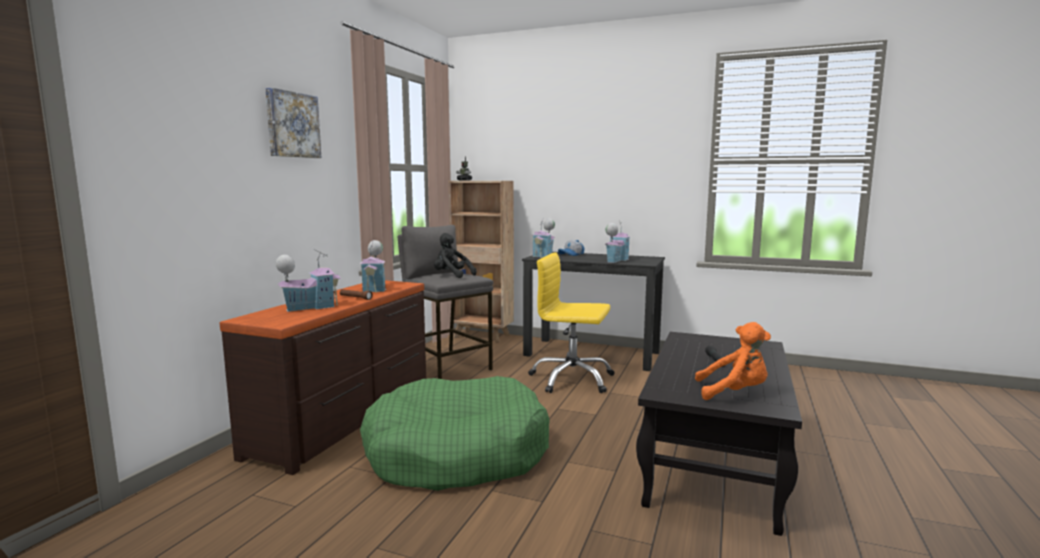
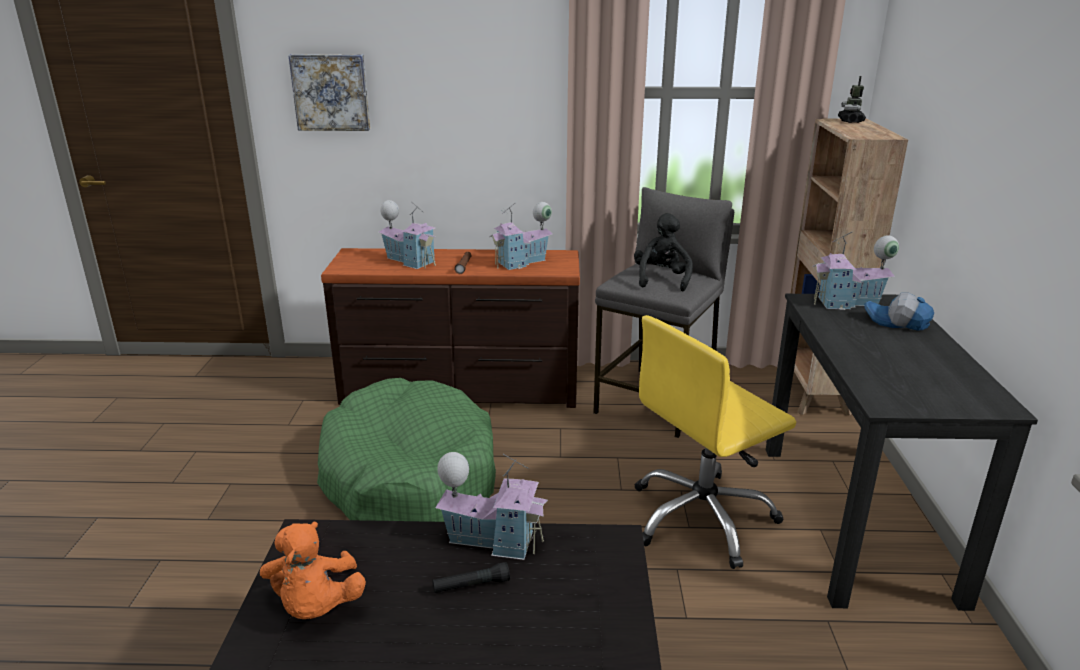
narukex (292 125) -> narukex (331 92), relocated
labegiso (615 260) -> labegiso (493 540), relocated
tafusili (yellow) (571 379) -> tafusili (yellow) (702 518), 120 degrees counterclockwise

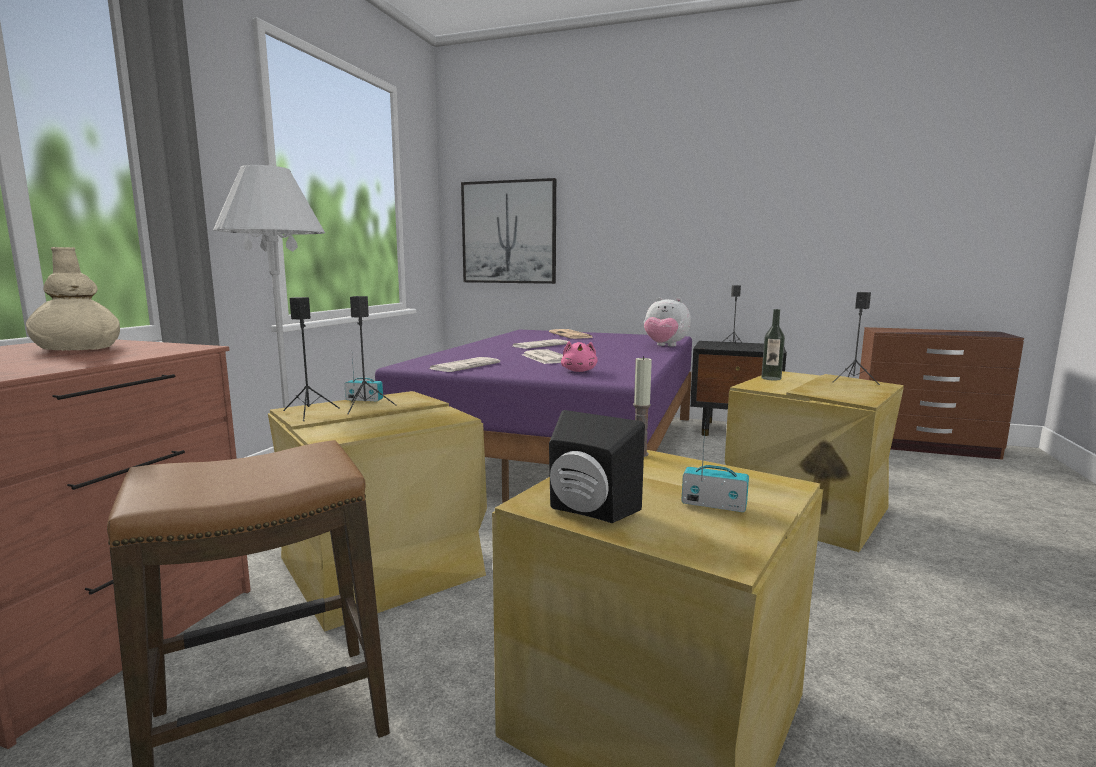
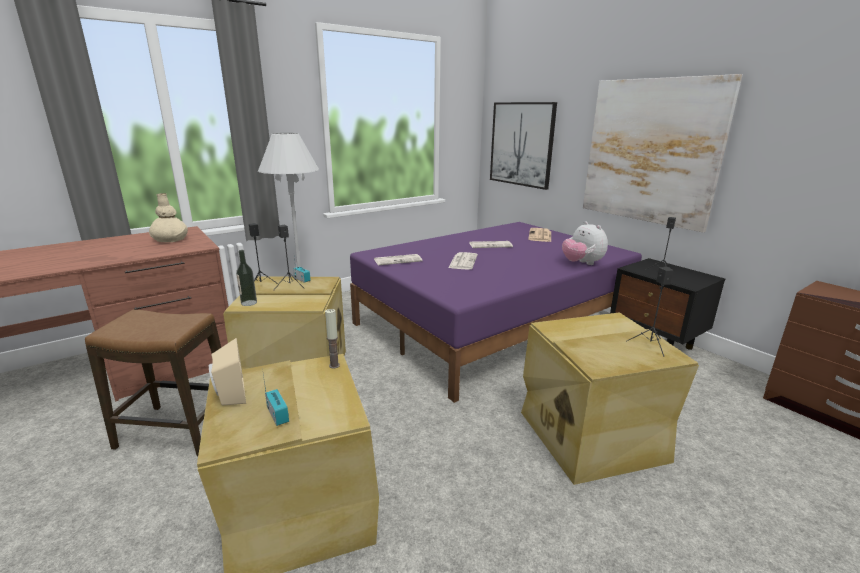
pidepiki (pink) (579 371) -> none
none -> narukex (651 152)
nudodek (771 378) -> nudodek (249 303), relocated
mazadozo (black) (587 511) -> mazadozo (beige) (229 394)

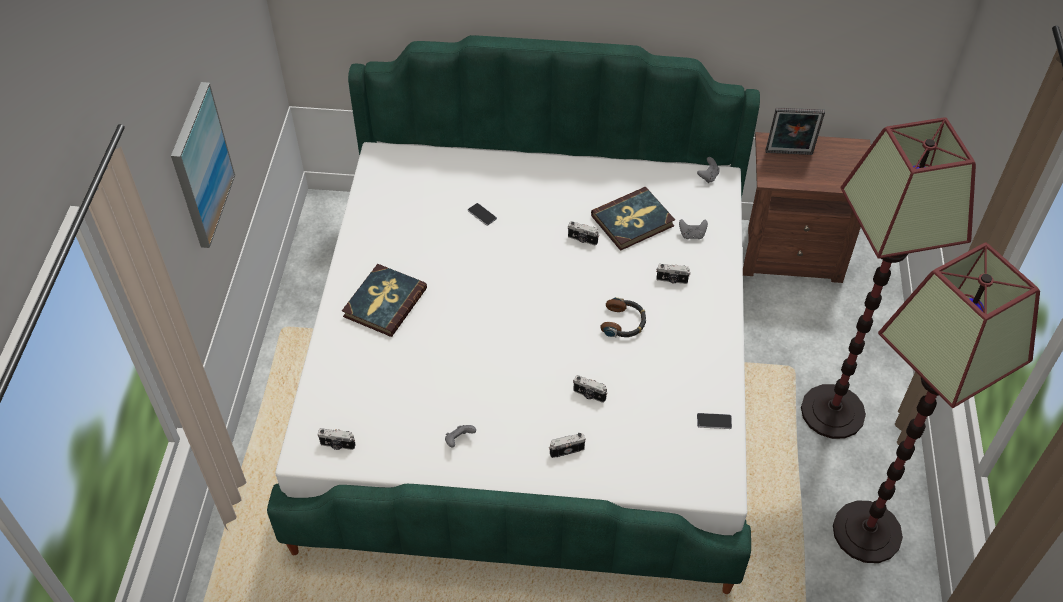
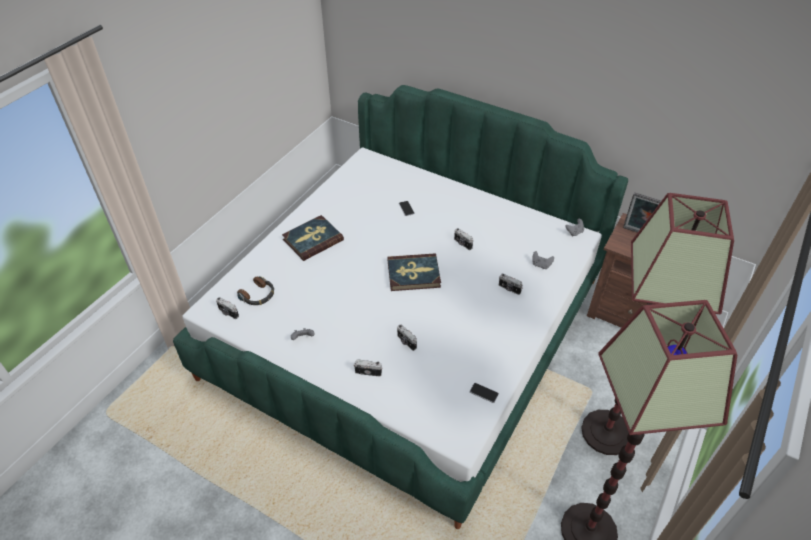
narukex (200 166) -> none
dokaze (632 221) -> dokaze (413 274), relocated
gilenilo (624 323) -> gilenilo (258 295), relocated

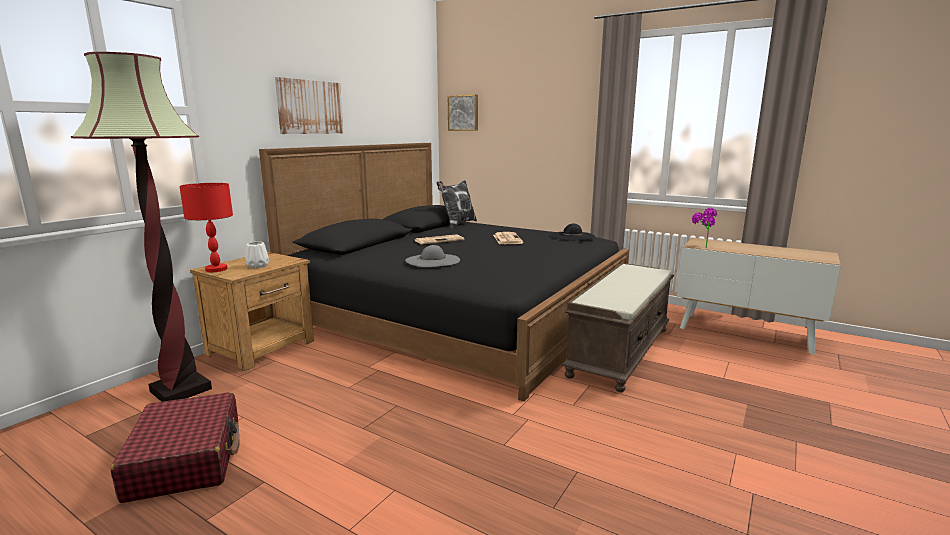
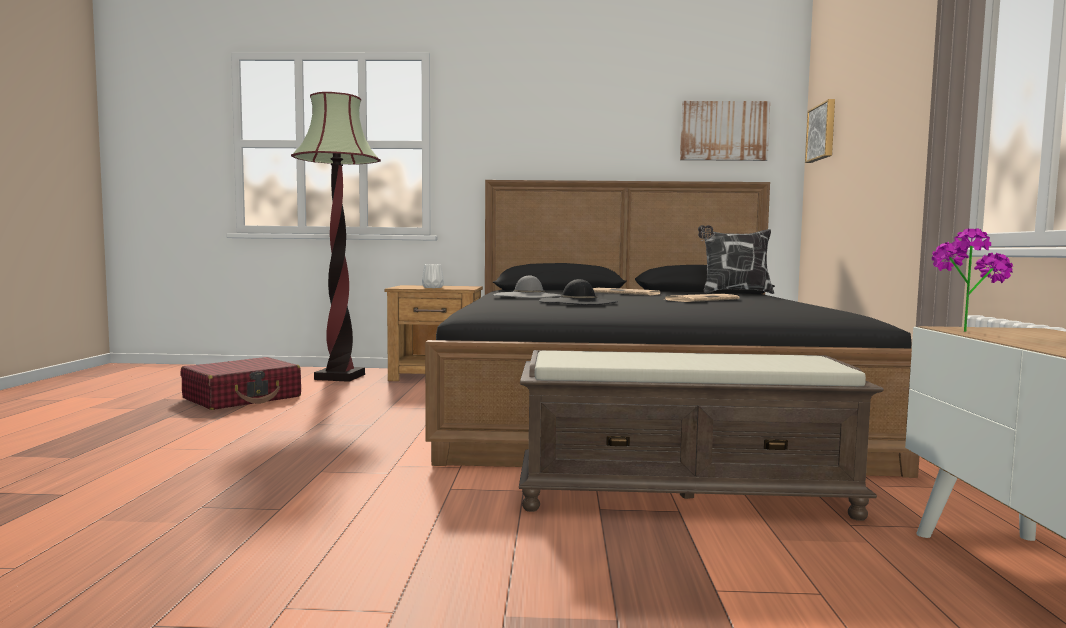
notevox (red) (216 269) -> none
narukex (310 107) -> narukex (724 131), relocated
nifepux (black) (572 236) -> nifepux (black) (578 302), relocated

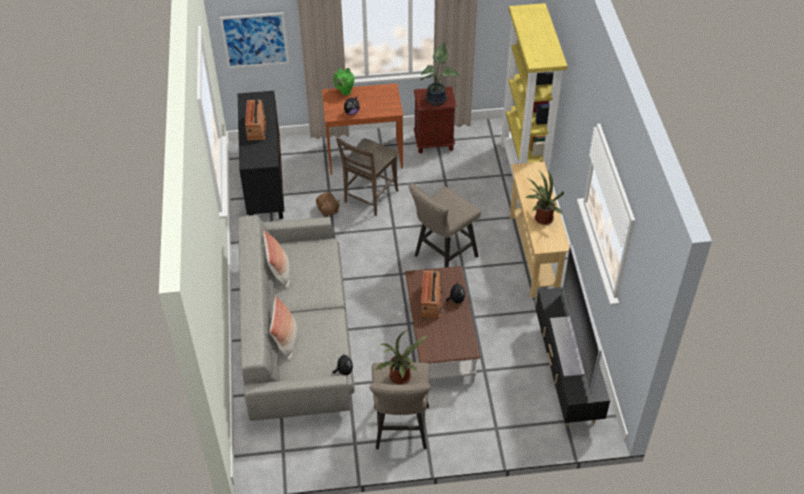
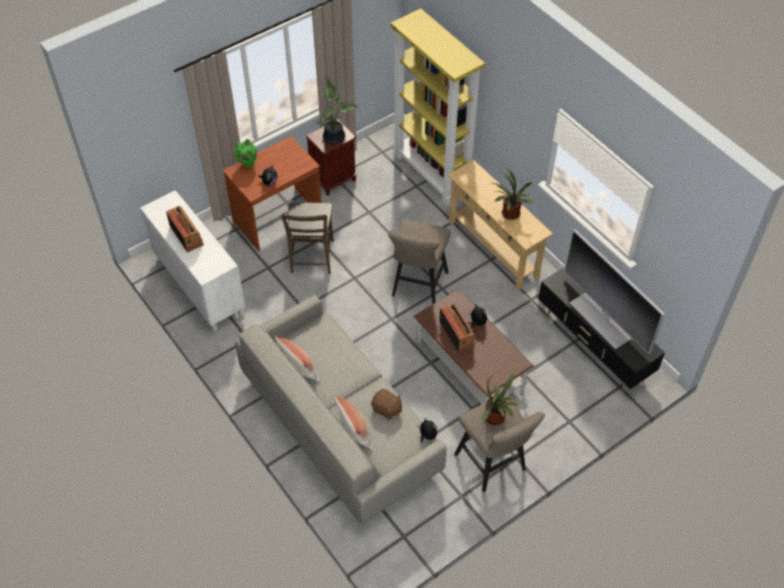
narukex (255 40) -> none
pidepiki (brown) (328 210) -> pidepiki (brown) (386 409), relocated
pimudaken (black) (264 182) -> pimudaken (white) (198 286)

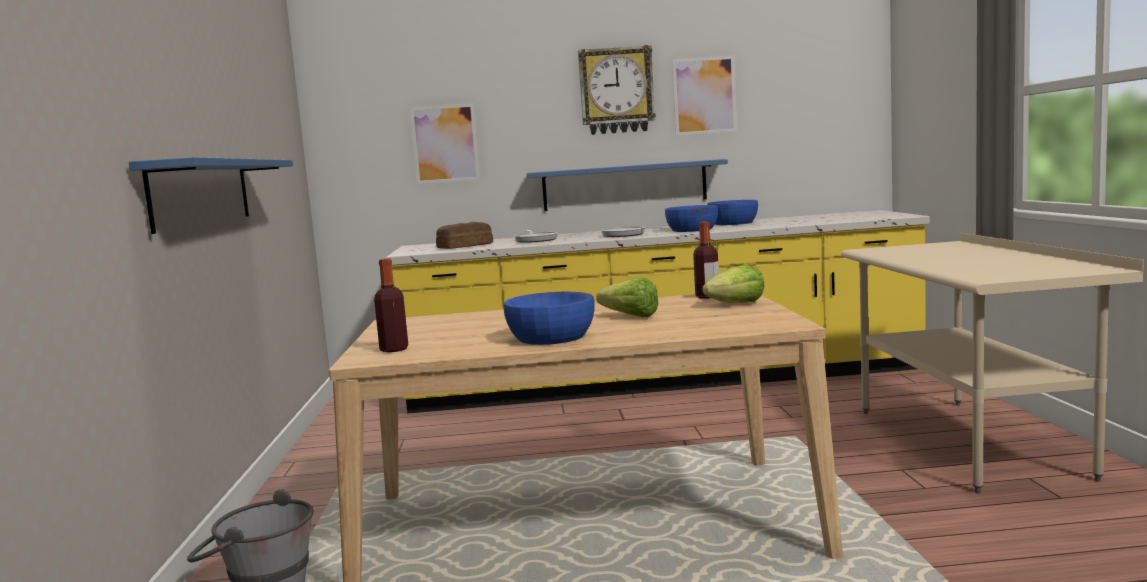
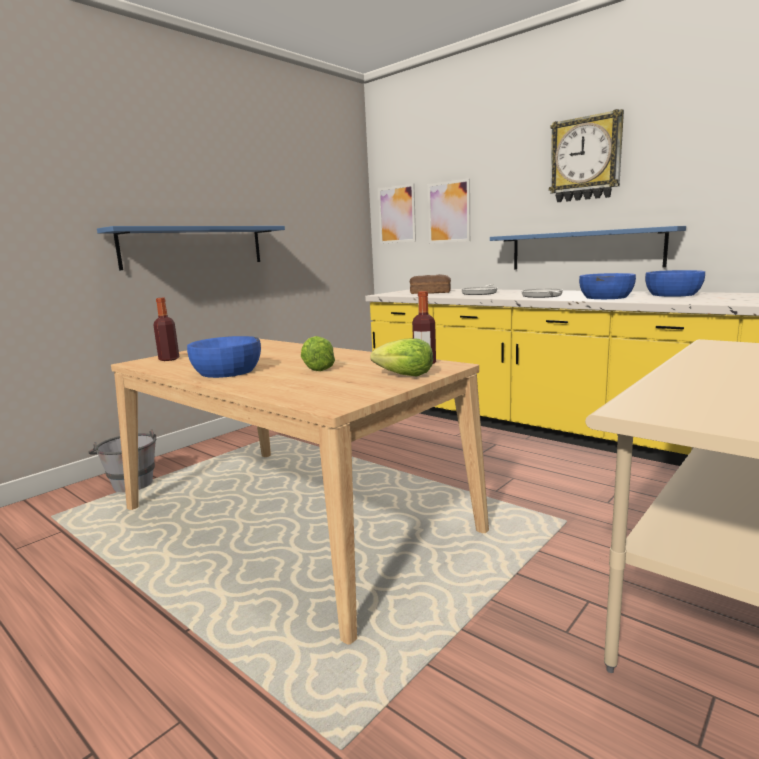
narukex (704 96) -> narukex (397 214), relocated

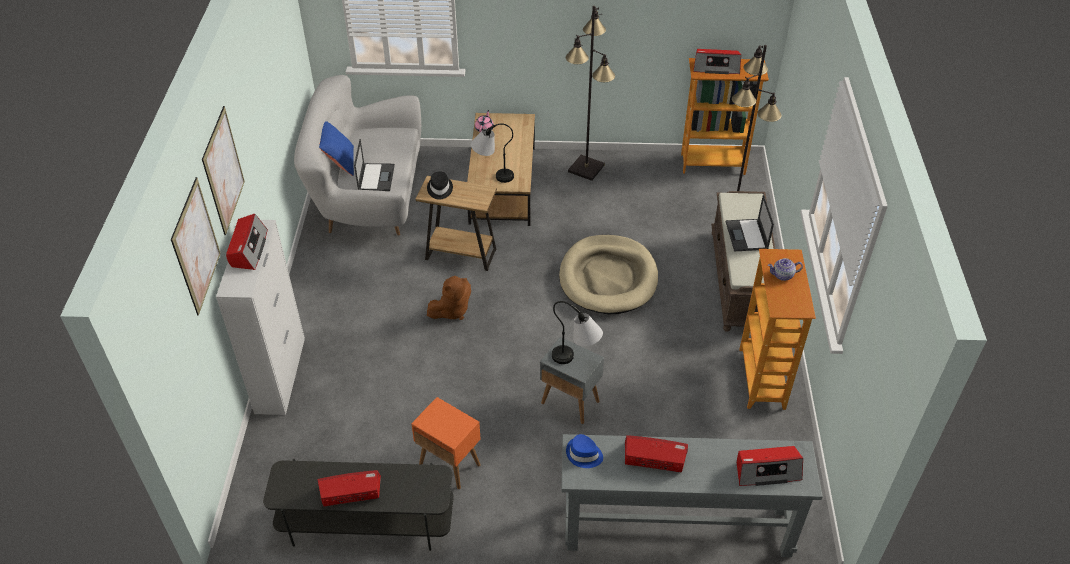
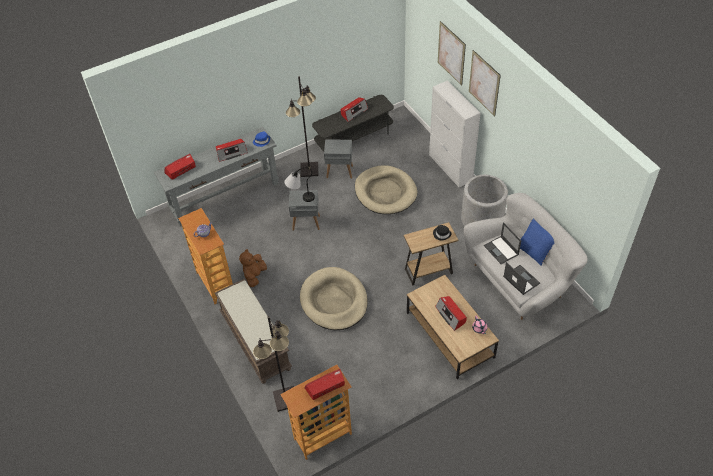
notevox (492 175) -> none
none -> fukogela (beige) (385 192)
none -> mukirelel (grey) (482 219)
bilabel (248 249) -> bilabel (451 315), relocated
pidepiki (brown) (451 311) -> pidepiki (brown) (254 275), relocated
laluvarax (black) (586 168) -> laluvarax (black) (309 170), relocated
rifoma (747 236) -> rifoma (521 279), relocated
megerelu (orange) (450 465) -> megerelu (grey) (339 172)

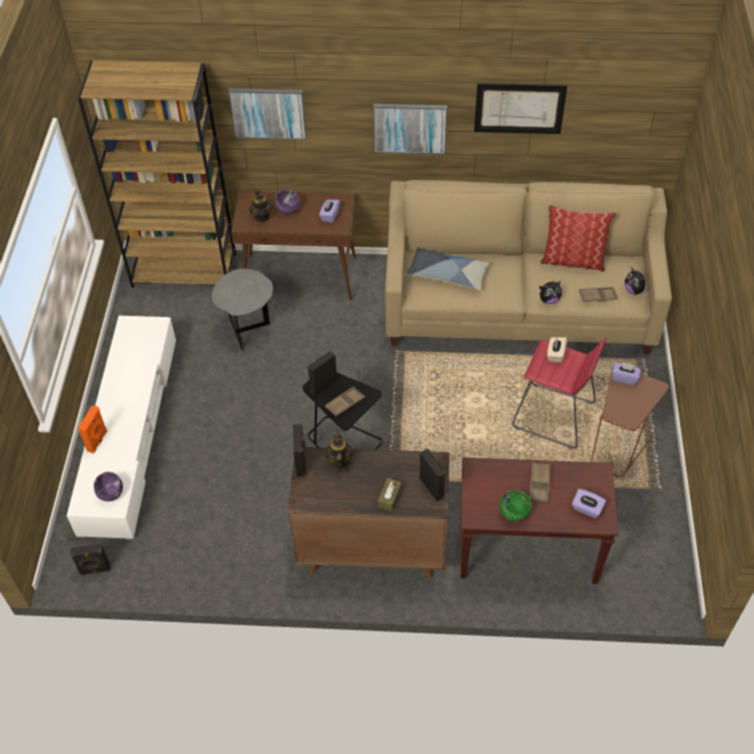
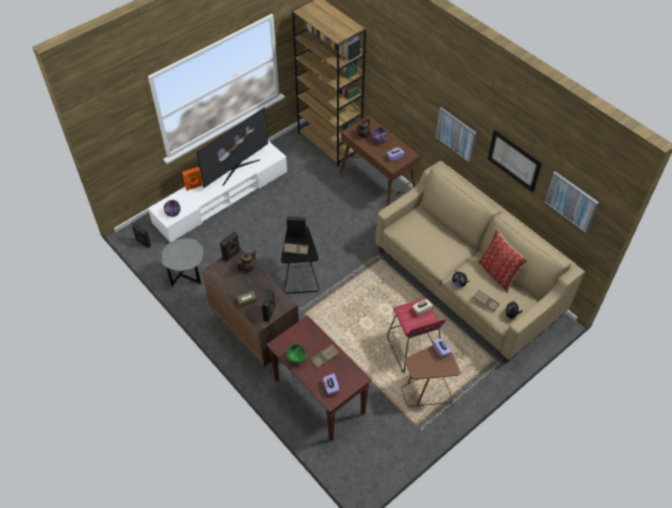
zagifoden (447 274) -> none
none -> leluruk (236 168)
megerelu (grey) (248 329) -> megerelu (grey) (188 278), relocated
narukex (268 113) -> narukex (571 201), relocated

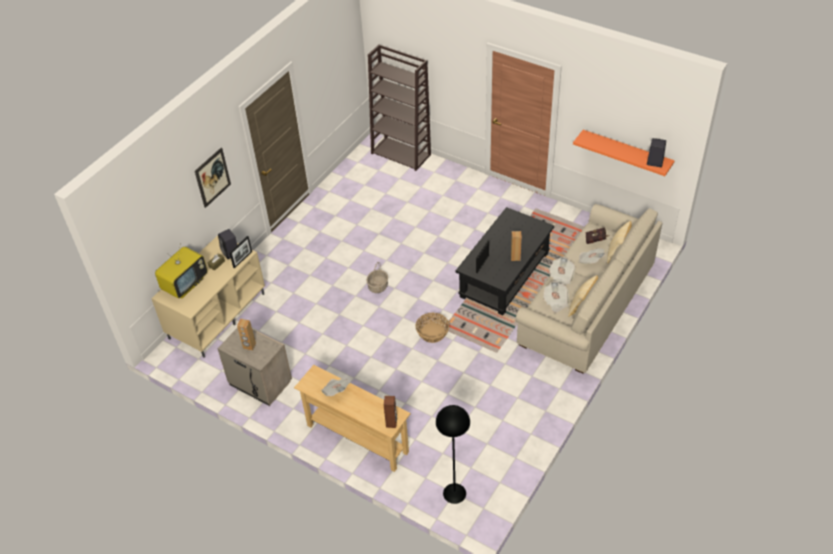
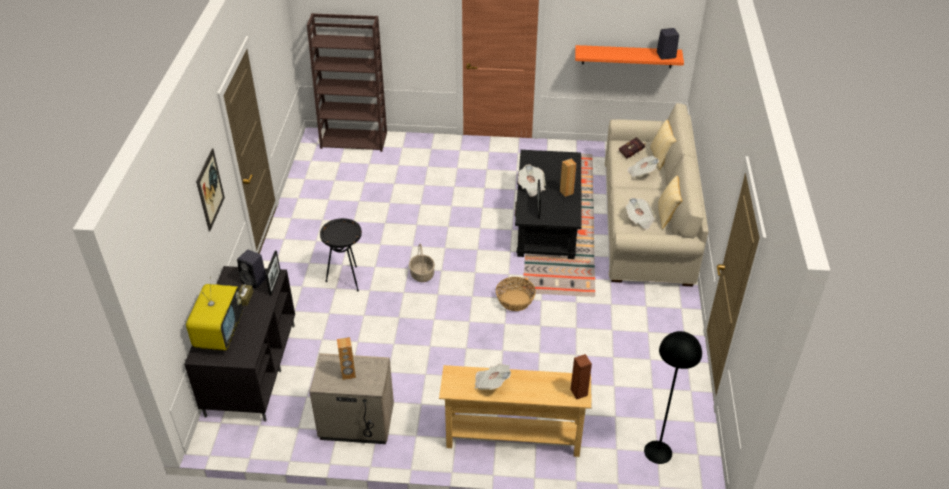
none -> megerelu (black) (346 279)
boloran (561 277) -> boloran (531 187), relocated
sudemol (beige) (217 315) -> sudemol (black) (250 368)

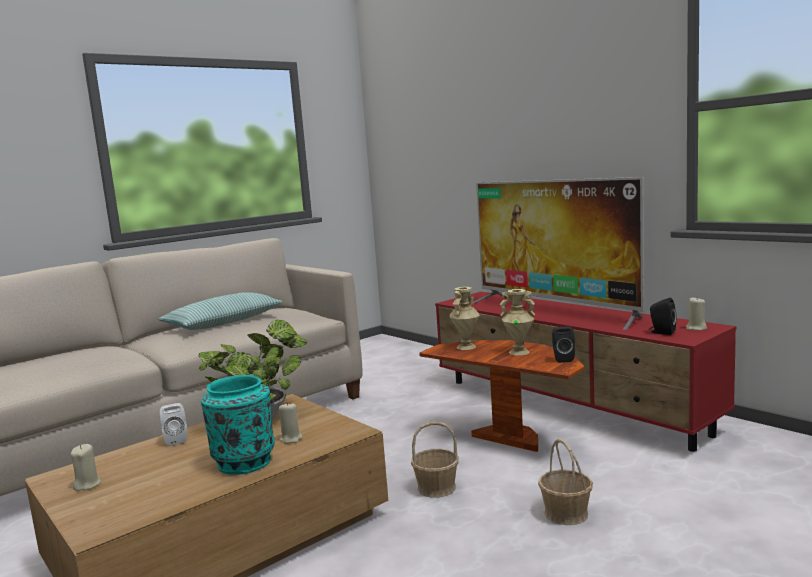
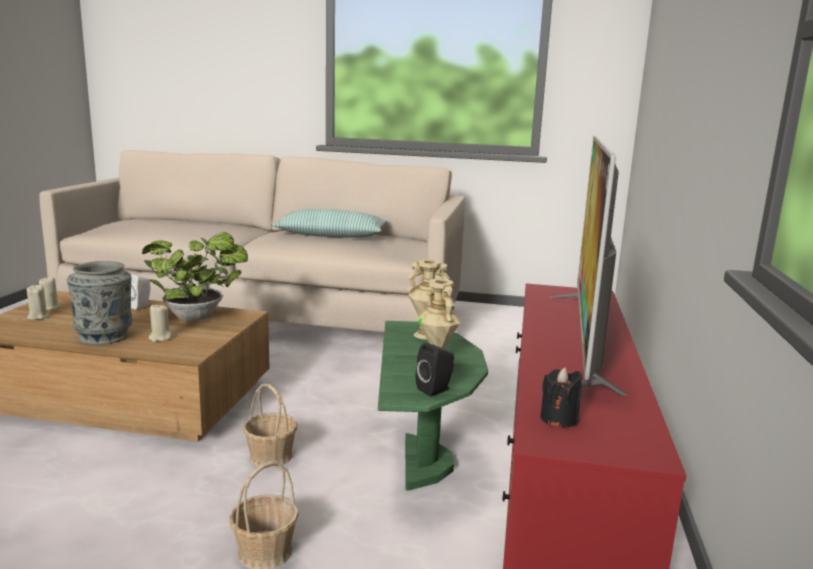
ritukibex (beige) (696 328) -> ritukibex (beige) (38 317), relocated
mazadozo (black) (661 332) -> ritukibex (black) (559 419)
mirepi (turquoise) (244 462) -> mirepi (grey) (105 336)
megerelu (brown) (509 439) -> megerelu (green) (422 464)

